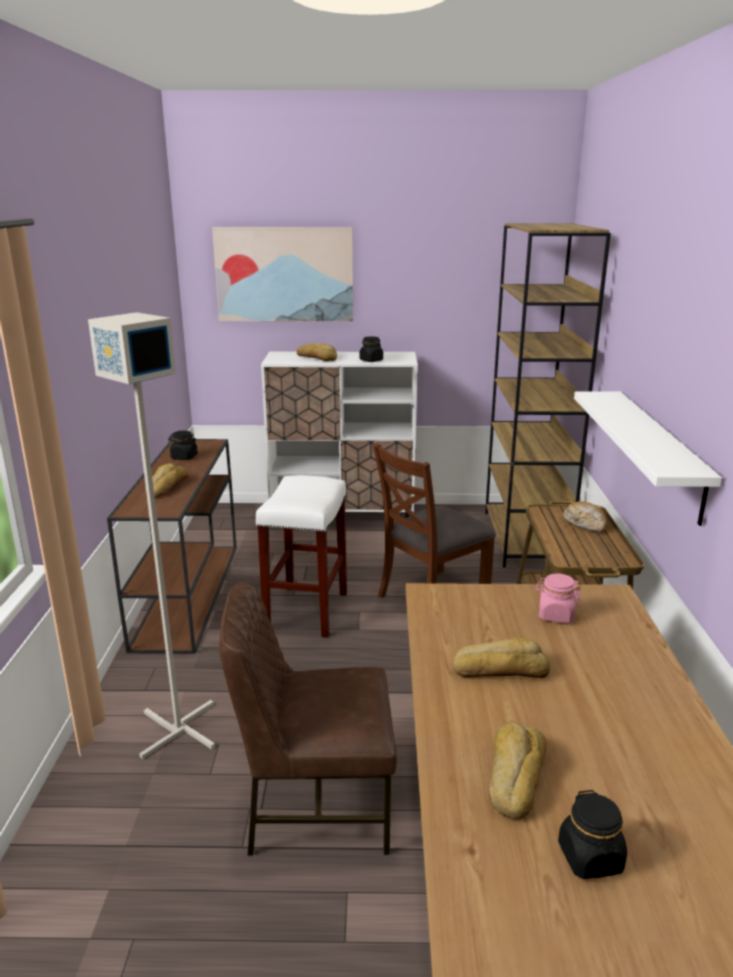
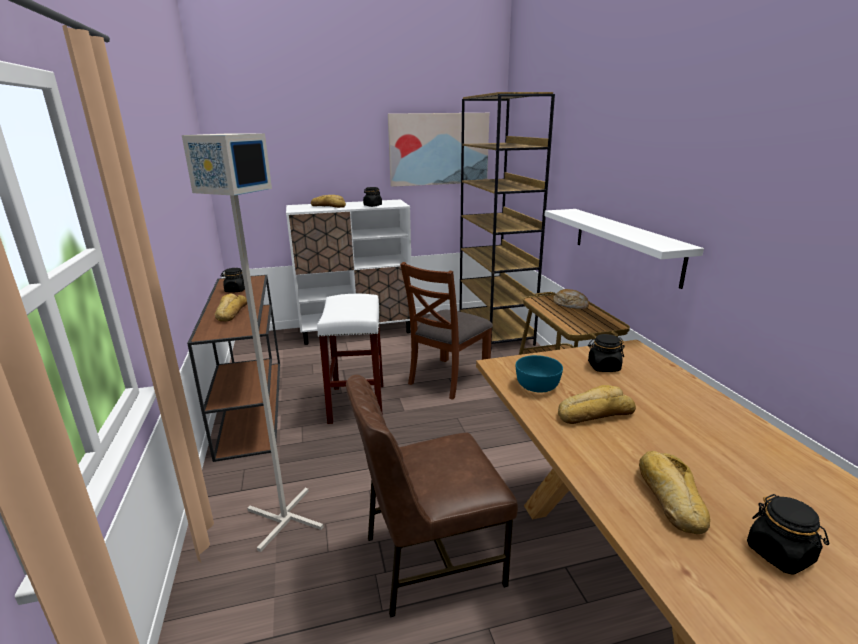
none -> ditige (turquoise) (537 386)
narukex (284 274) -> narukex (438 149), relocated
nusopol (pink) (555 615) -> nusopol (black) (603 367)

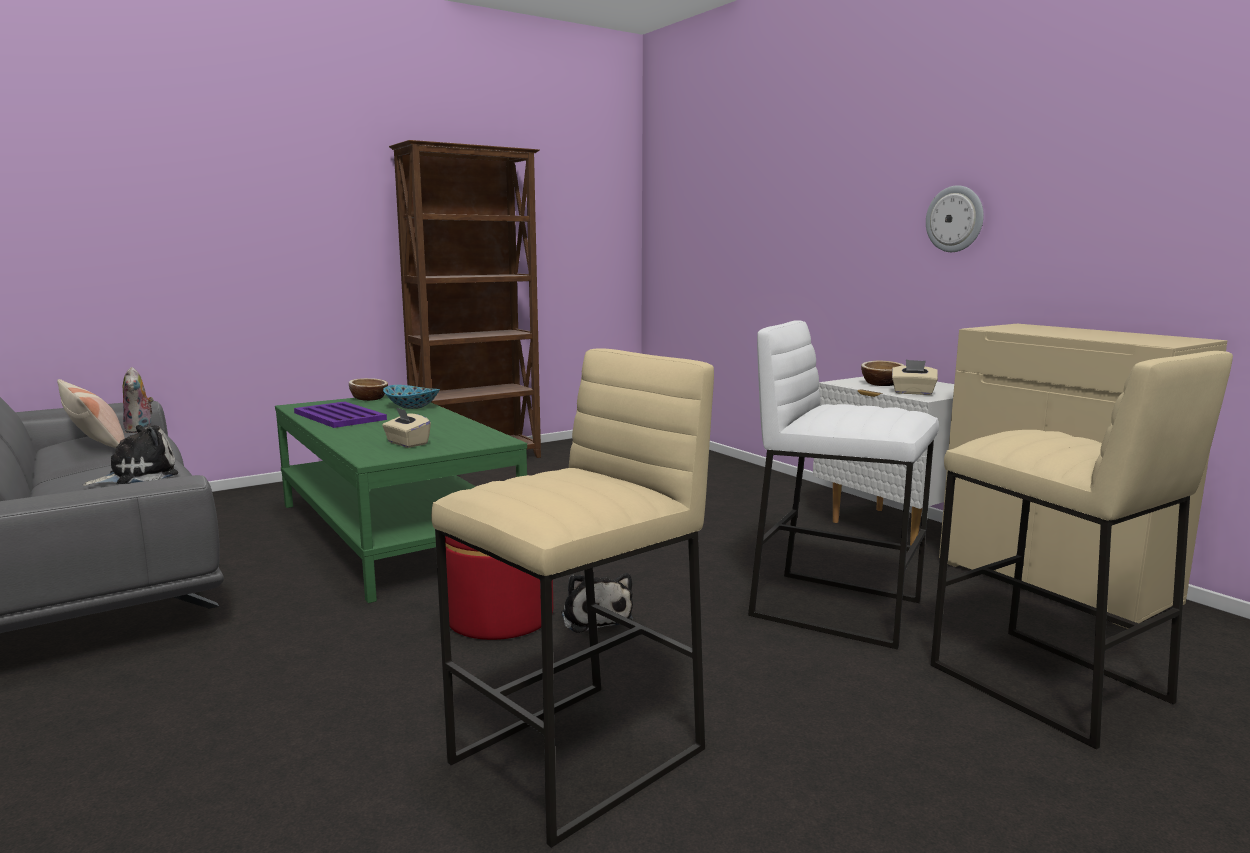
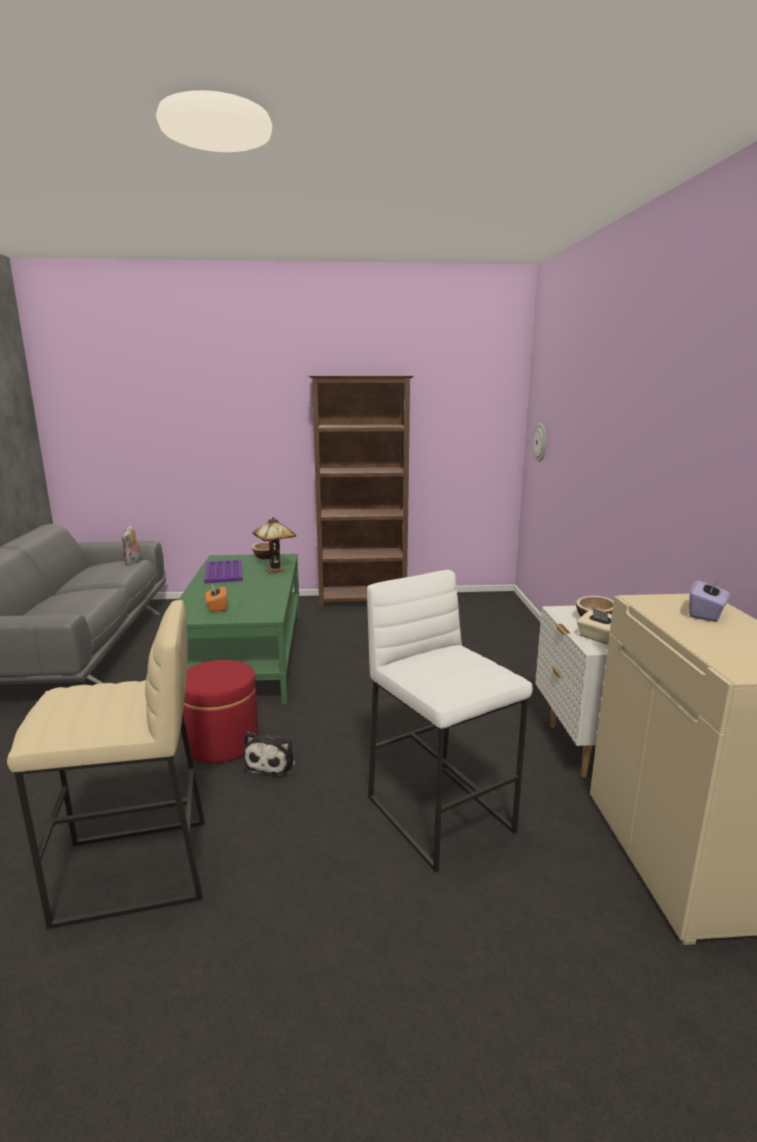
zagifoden (95 443) -> none
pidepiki (138 475) -> none
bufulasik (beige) (1046 683) -> none
none -> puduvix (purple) (706 614)
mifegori (955 219) -> mifegori (541 442), relocated
ditige (412 407) -> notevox (276 570)
puduvix (beige) (407 443) -> puduvix (orange) (217 607)

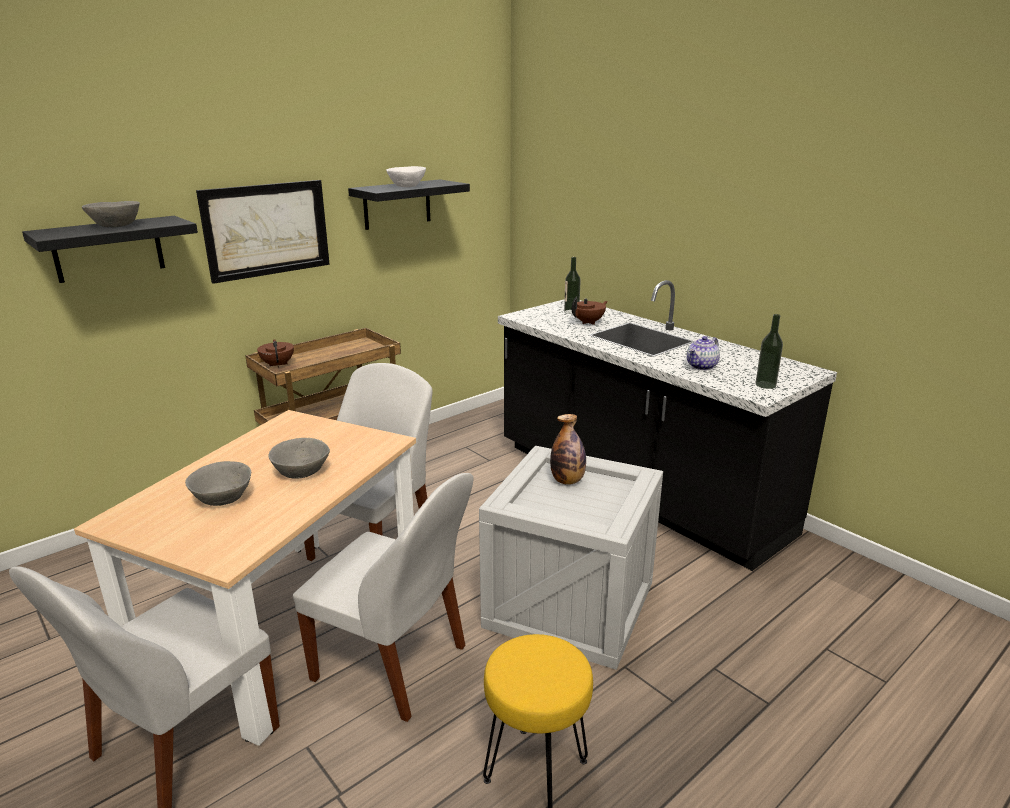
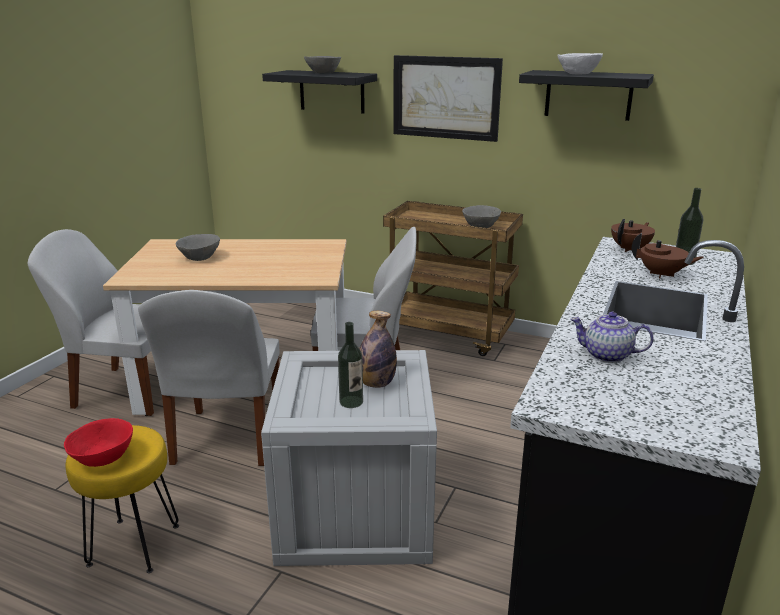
none -> ditige (red) (103 457)
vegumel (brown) (278 364) -> vegumel (brown) (630 249), relocated
ditige (grey) (301 473) -> ditige (grey) (480 226), relocated
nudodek (765 385) -> nudodek (351 402), relocated

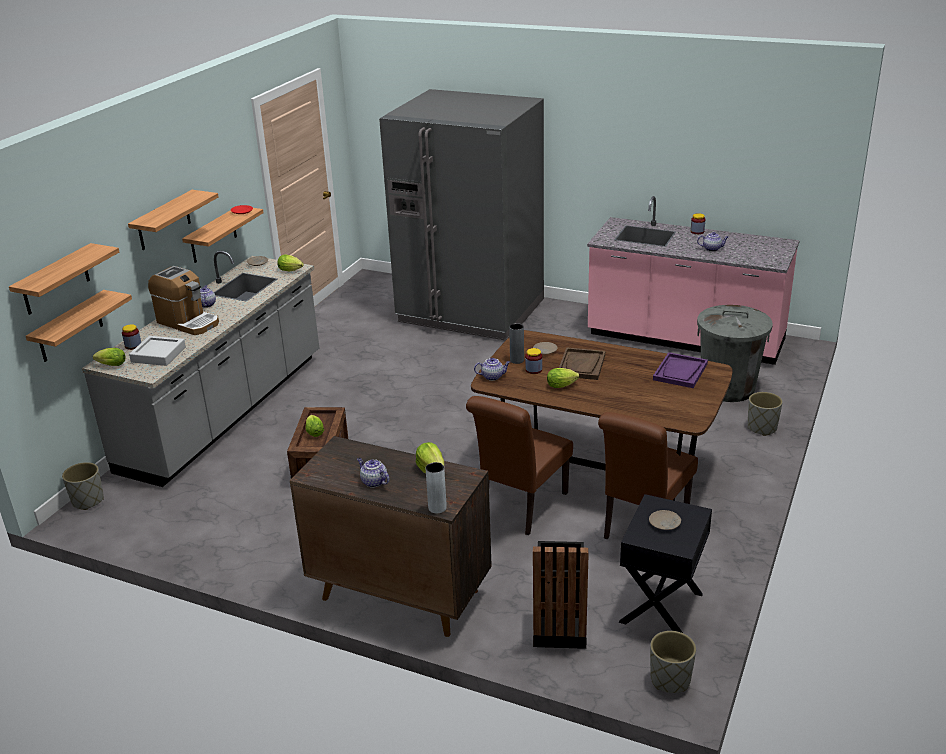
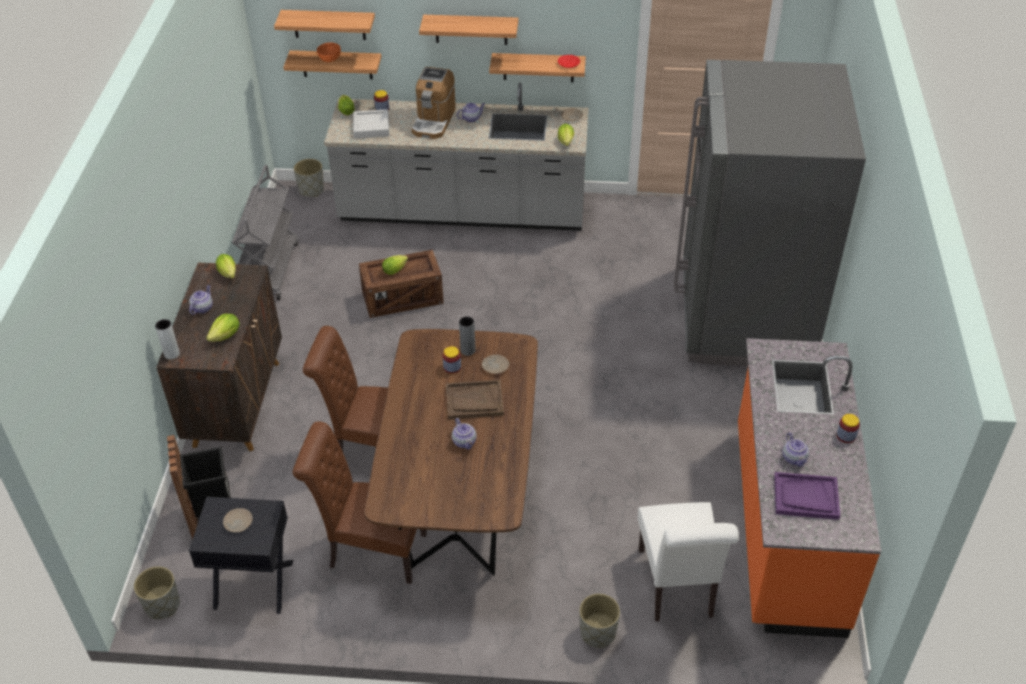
none -> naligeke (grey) (271 269)
none -> ditige (orange) (329 59)
vegumel (493 376) -> vegumel (465 442), relocated
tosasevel (563 385) -> tosasevel (229 274), relocated
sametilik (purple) (680 372) -> sametilik (purple) (806 497), relocated
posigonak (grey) (728 388) -> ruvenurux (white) (677 588)
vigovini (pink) (685 339) -> vigovini (orange) (785 527)

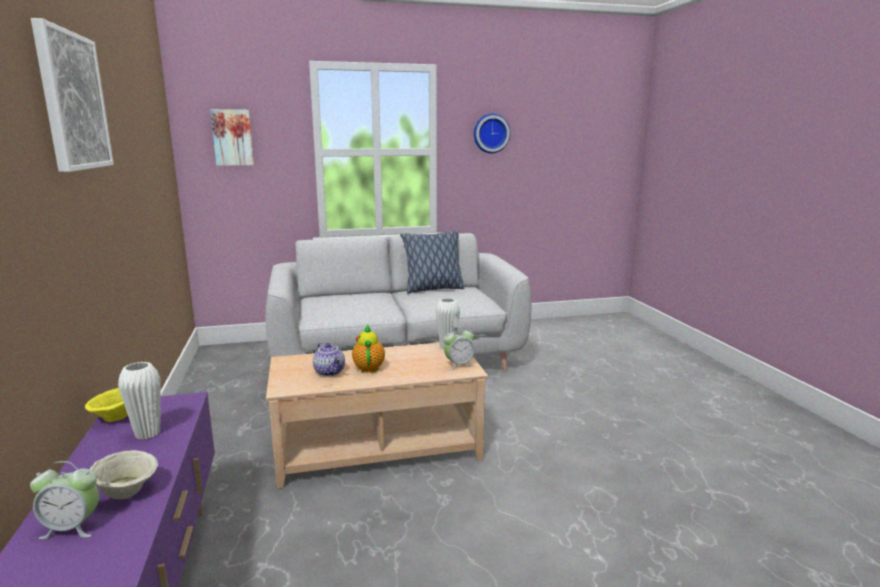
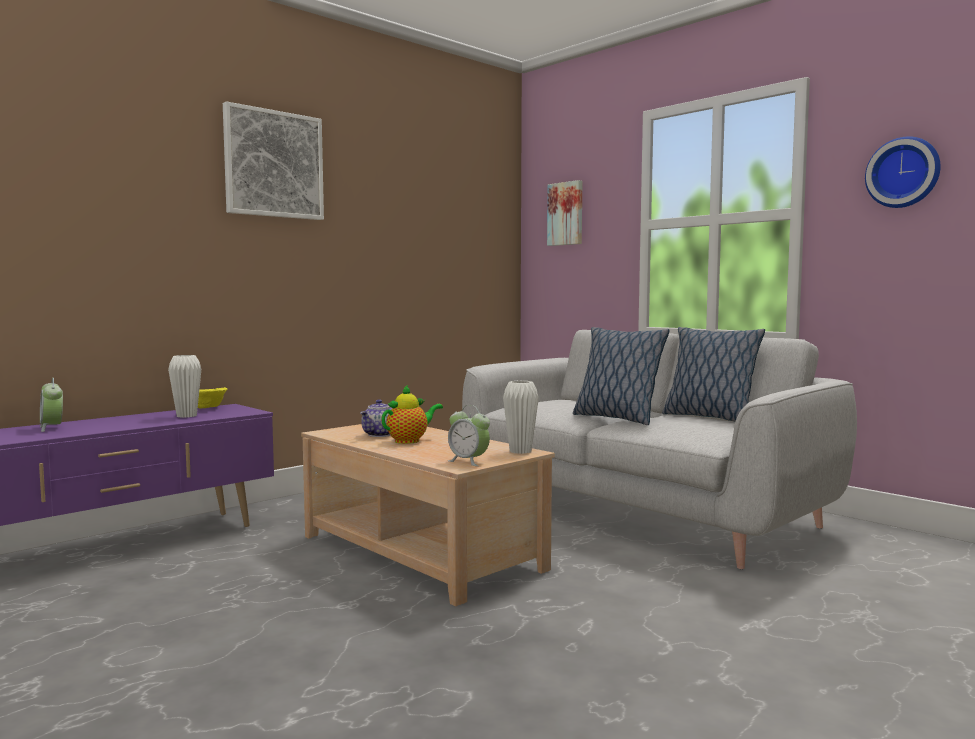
ditige (beige) (127 492) -> none
none -> zagifoden (616 418)

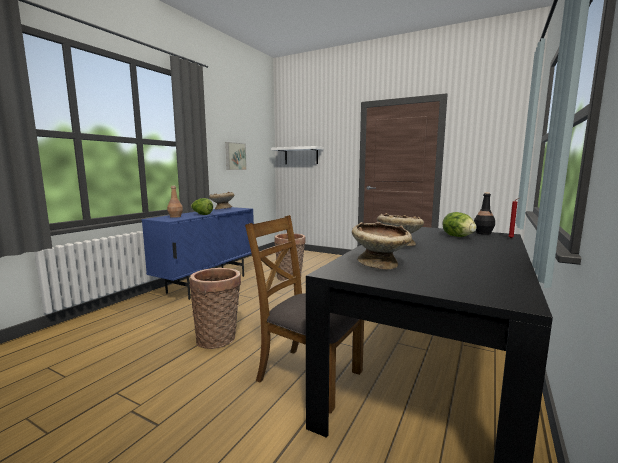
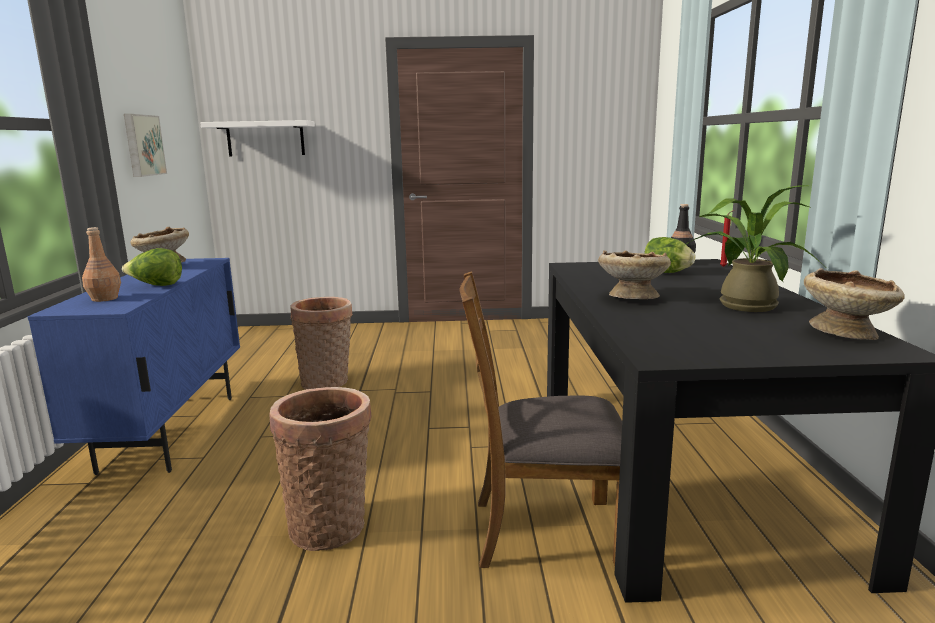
none -> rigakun (743 304)
ditige (beige) (380 264) -> ditige (beige) (845 333), relocated

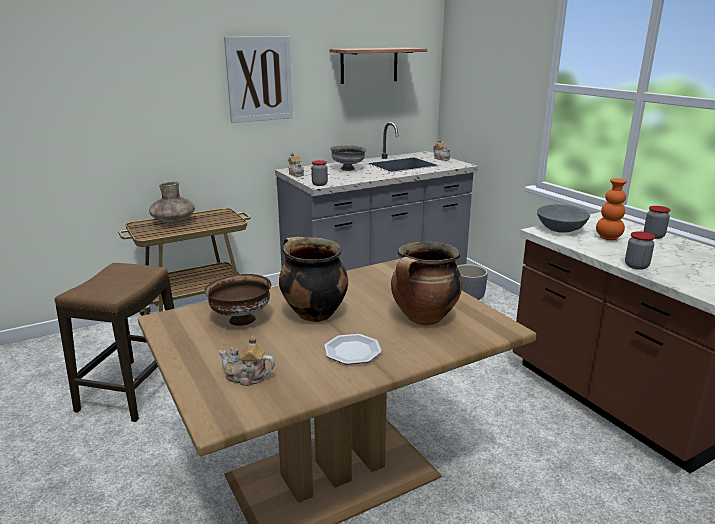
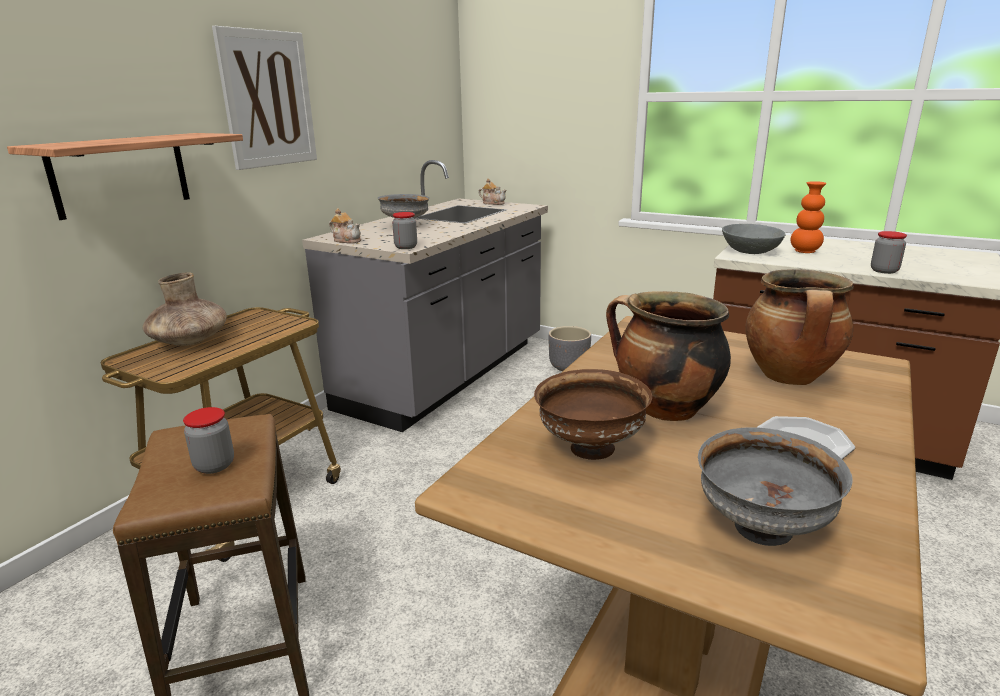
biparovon (369 65) -> biparovon (121 174), relocated
nusopol (653 236) -> nusopol (214 465), relocated
vegumel (247 377) -> ditige (grey) (762 530)

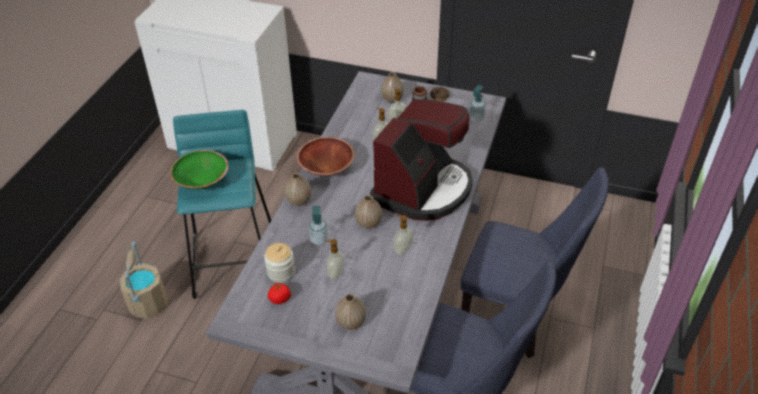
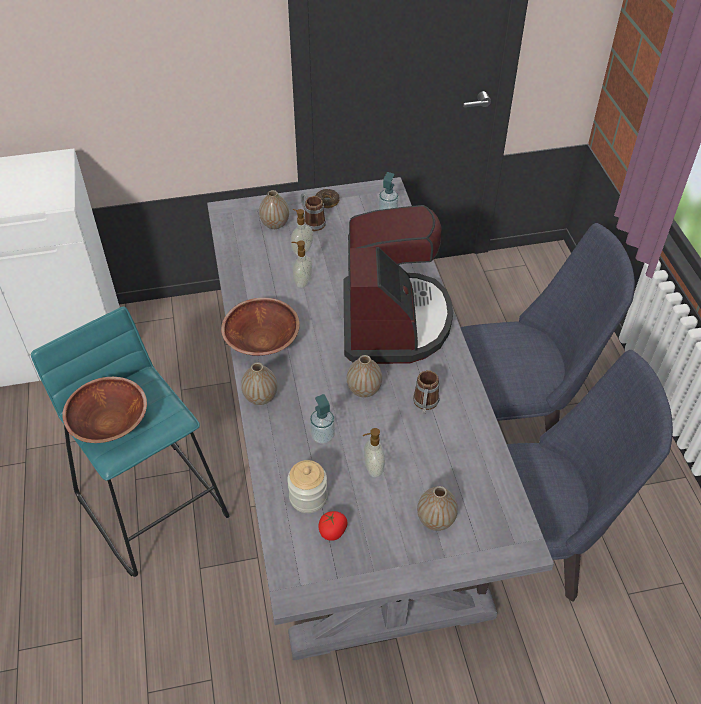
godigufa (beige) (148 303) -> none
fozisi (402 249) -> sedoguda (425 404)
ditige (green) (202 181) -> ditige (brown) (110 424)

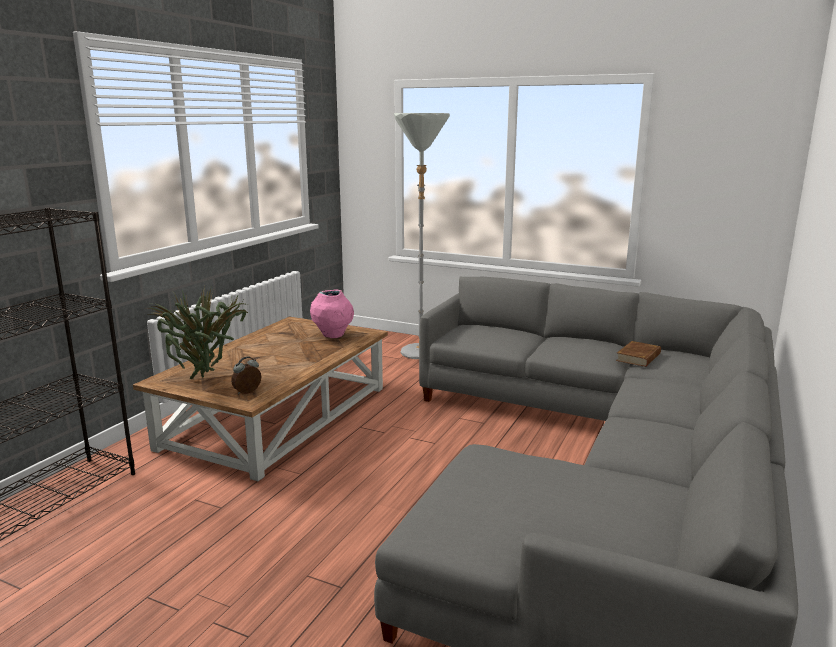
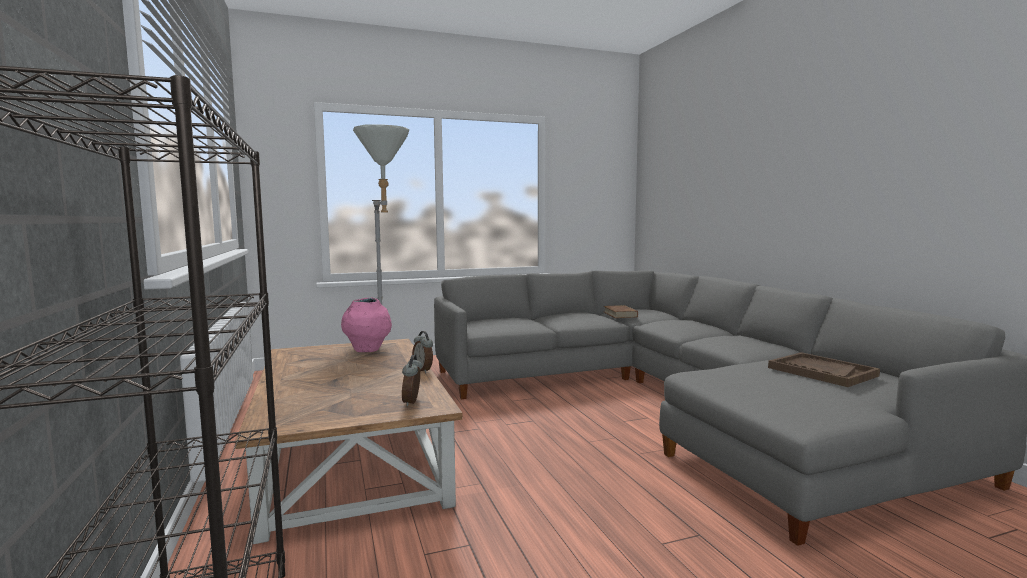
rigakun (206 378) -> none
none -> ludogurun (423 370)
none -> sametilik (brown) (821 372)

